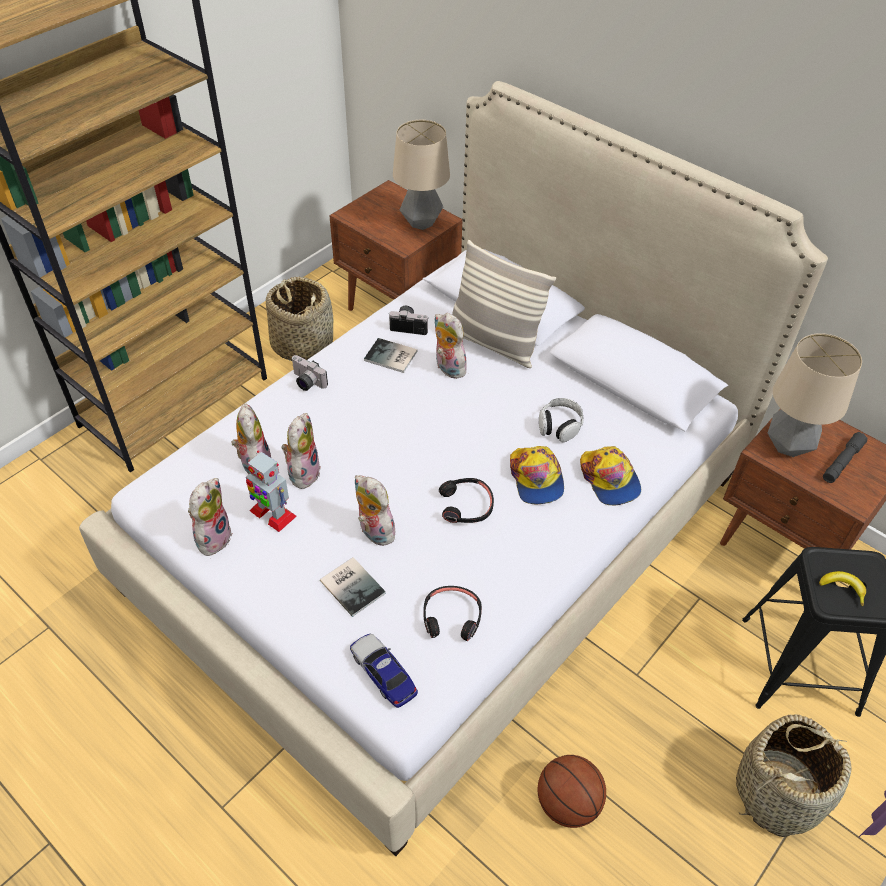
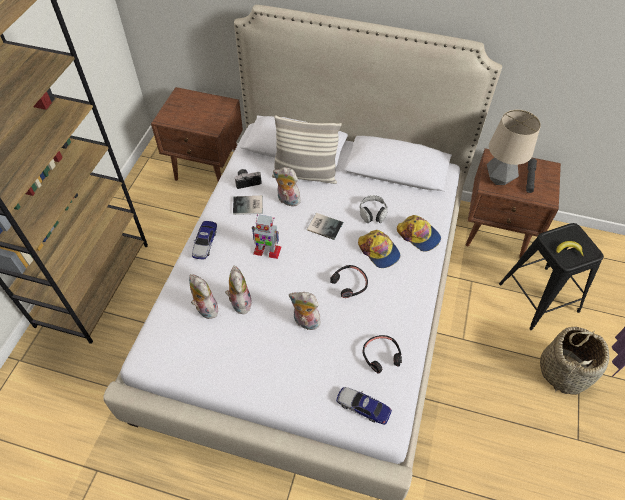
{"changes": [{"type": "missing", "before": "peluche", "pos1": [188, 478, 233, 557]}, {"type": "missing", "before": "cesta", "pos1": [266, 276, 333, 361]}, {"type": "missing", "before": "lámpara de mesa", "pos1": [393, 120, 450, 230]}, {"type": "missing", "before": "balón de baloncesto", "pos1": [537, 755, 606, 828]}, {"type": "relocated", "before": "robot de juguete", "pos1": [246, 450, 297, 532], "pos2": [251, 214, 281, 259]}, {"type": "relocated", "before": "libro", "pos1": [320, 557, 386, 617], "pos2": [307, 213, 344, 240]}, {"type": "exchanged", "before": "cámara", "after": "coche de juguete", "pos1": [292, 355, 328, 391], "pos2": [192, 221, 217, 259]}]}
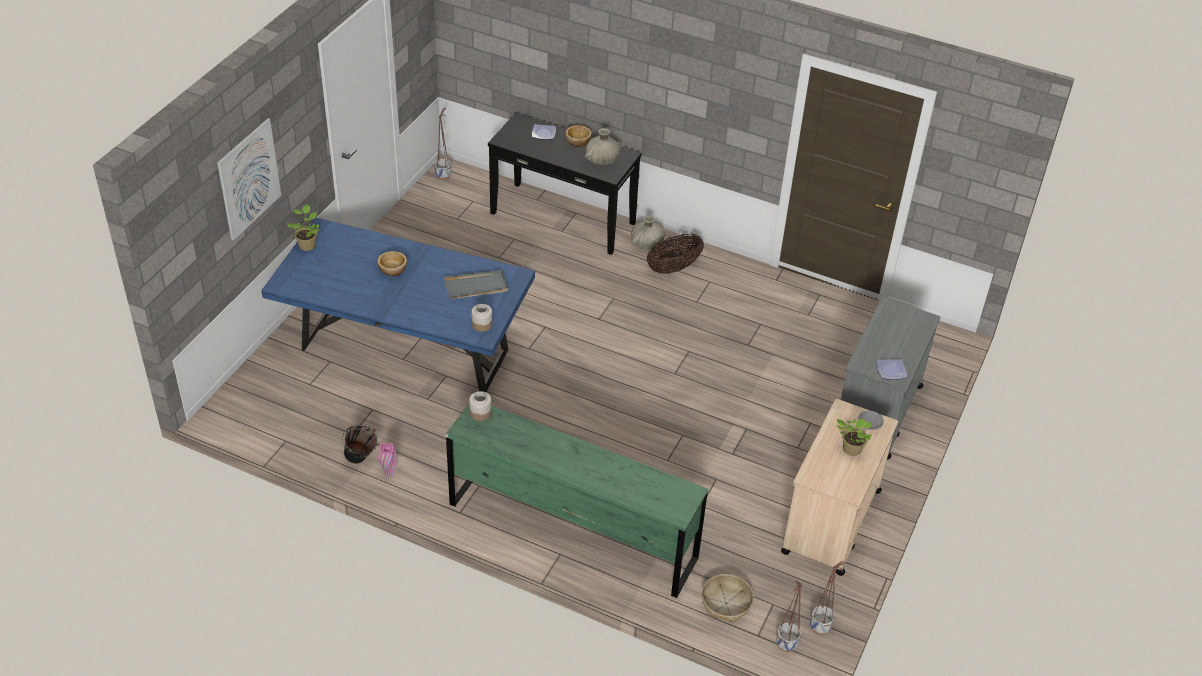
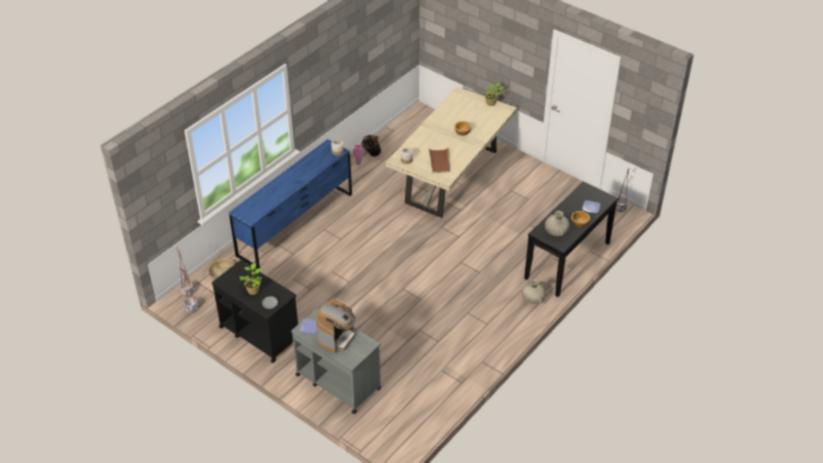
{"changes": [{"type": "missing", "before": "cuadro", "pos1": [217, 118, 281, 240]}, {"type": "missing", "before": "cesta", "pos1": [647, 234, 704, 274]}, {"type": "appeared", "after": "cafetera", "pos2": [316, 299, 356, 353]}, {"type": "colour", "before": "mesa de comedor/azul", "after": "mesa de comedor/beis", "pos1": [261, 217, 535, 392], "pos2": [386, 87, 517, 218]}, {"type": "colour", "before": "bandeja/gris", "after": "bandeja/marrón", "pos1": [444, 270, 508, 299], "pos2": [429, 148, 450, 173]}, {"type": "colour", "before": "cómoda/verde", "after": "cómoda/azul", "pos1": [446, 404, 708, 598], "pos2": [229, 139, 352, 269]}, {"type": "colour", "before": "carrito/beis", "after": "carrito/negro", "pos1": [781, 399, 898, 576], "pos2": [212, 260, 298, 363]}]}
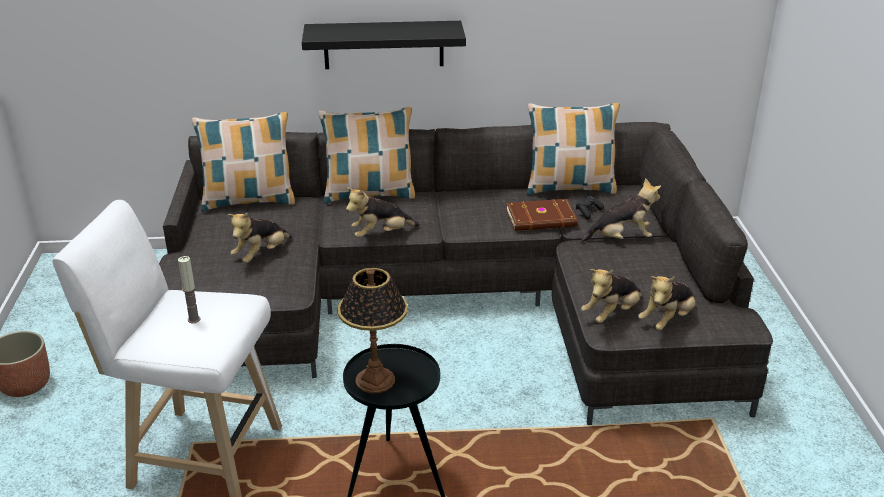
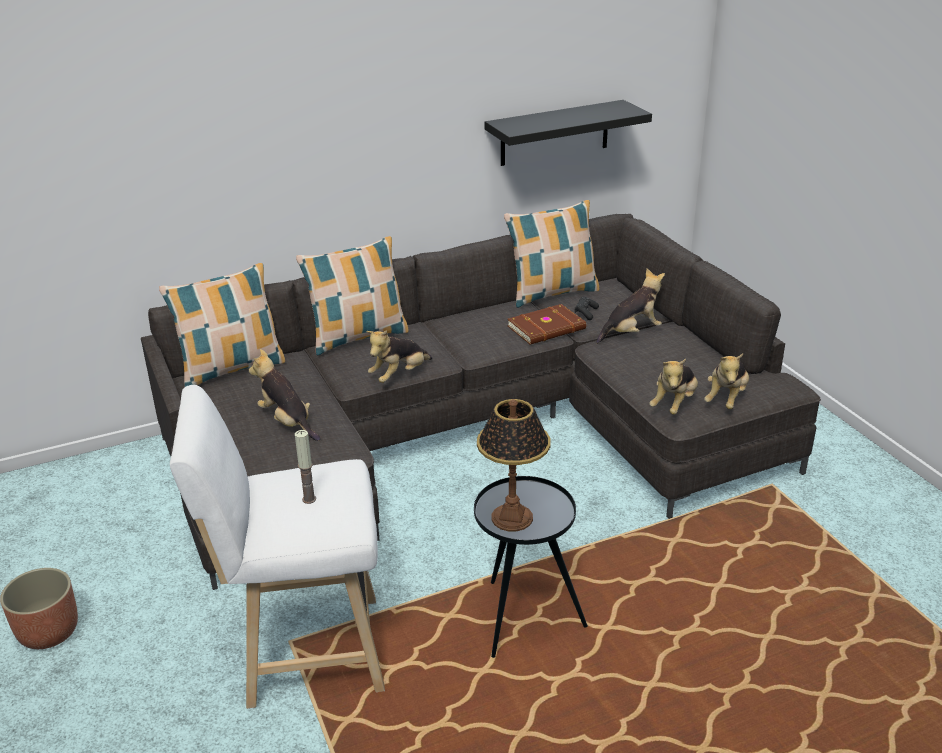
{"changes": [{"type": "relocated", "before": "estante/negro", "pos1": [302, 21, 466, 69], "pos2": [485, 100, 652, 166]}, {"type": "spun", "before": "peluche", "pos1": [227, 212, 291, 263], "pos2": [249, 349, 321, 441], "turn": 120}]}
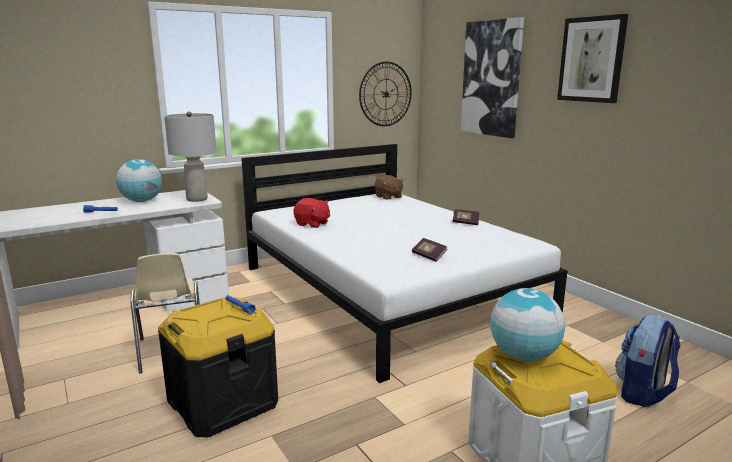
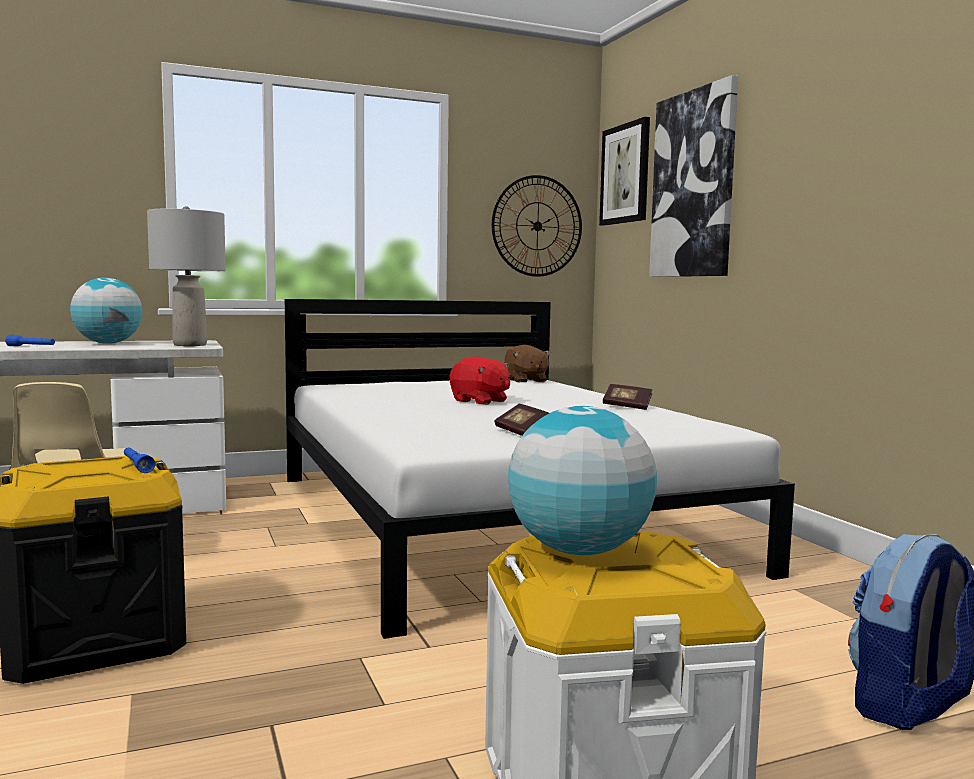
{"changes": [{"type": "relocated", "before": "peluche/rojo", "pos1": [293, 198, 330, 228], "pos2": [450, 357, 510, 405]}, {"type": "relocated", "before": "cuadro", "pos1": [557, 14, 628, 103], "pos2": [599, 117, 650, 226]}]}
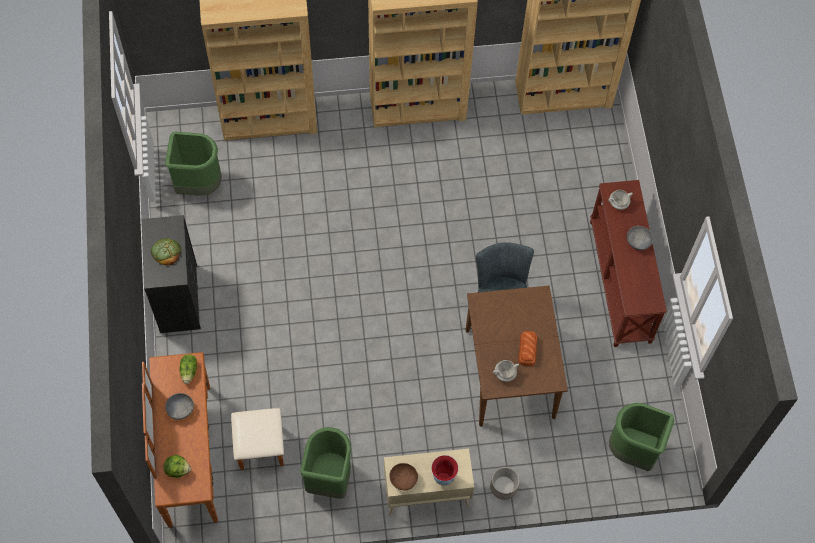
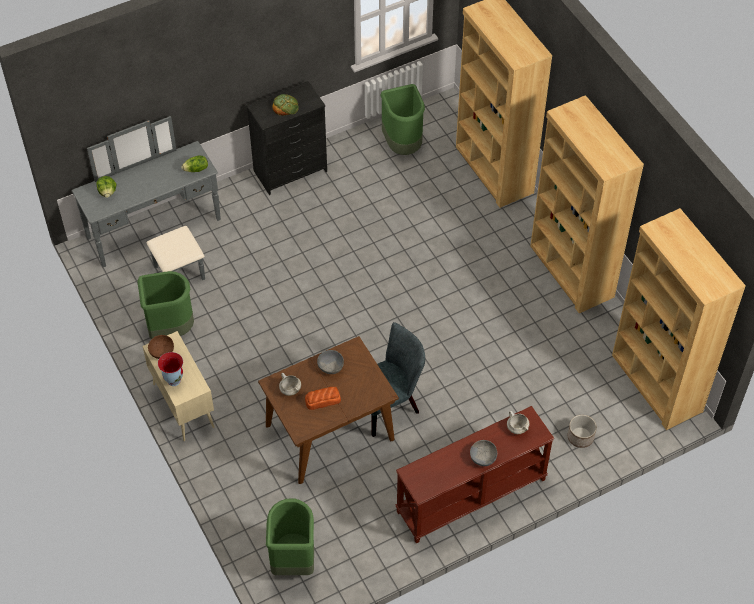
{"changes": [{"type": "relocated", "before": "cuenco/gris", "pos1": [165, 393, 194, 420], "pos2": [317, 350, 344, 374]}, {"type": "relocated", "before": "maceta", "pos1": [490, 467, 520, 500], "pos2": [568, 415, 597, 448]}, {"type": "colour", "before": "cómoda/marrón", "after": "cómoda/gris", "pos1": [142, 352, 284, 528], "pos2": [72, 116, 221, 280]}]}
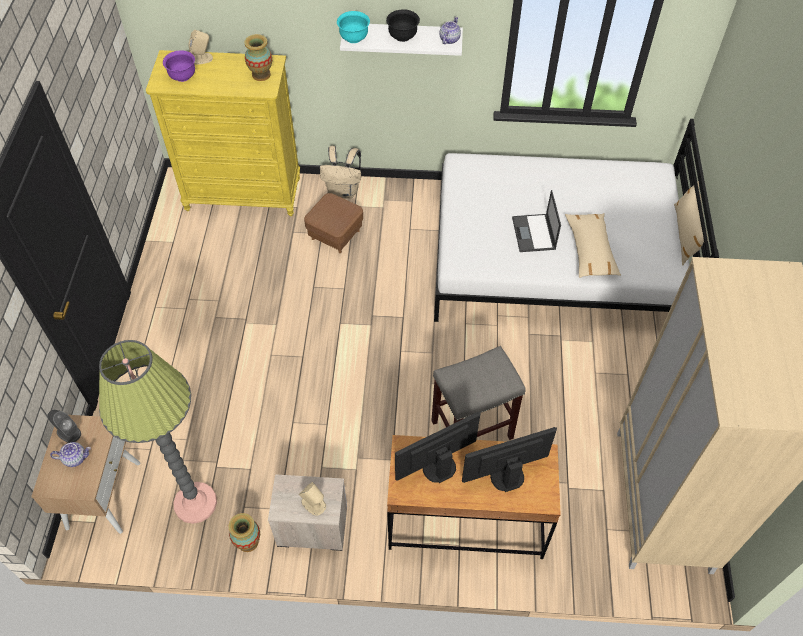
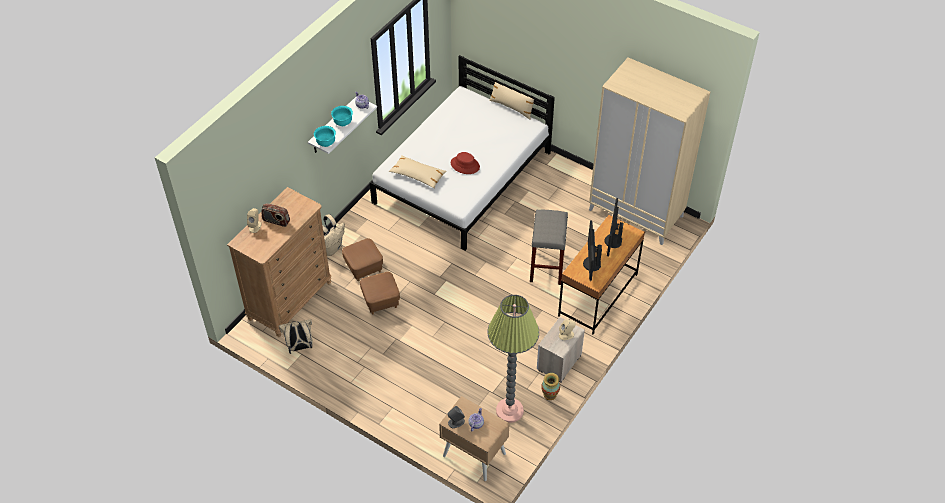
{"changes": [{"type": "missing", "before": "cuenco/morado", "pos1": [163, 50, 195, 82]}, {"type": "missing", "before": "florero", "pos1": [244, 34, 272, 81]}, {"type": "appeared", "after": "radio", "pos2": [262, 203, 290, 227]}, {"type": "appeared", "after": "mochila/beis", "pos2": [279, 319, 313, 354]}, {"type": "appeared", "after": "puf/marrón", "pos2": [360, 272, 400, 314]}, {"type": "relocated", "before": "cojín/beis", "pos1": [565, 213, 621, 278], "pos2": [389, 155, 447, 188]}, {"type": "exchanged", "before": "portátil", "after": "sombrero/rojo", "pos1": [512, 190, 561, 252], "pos2": [451, 152, 480, 174]}, {"type": "colour", "before": "cómoda/amarillo", "after": "cómoda/marrón", "pos1": [146, 50, 300, 216], "pos2": [227, 187, 331, 337]}, {"type": "colour", "before": "cuenco/negro", "after": "cuenco/turquesa", "pos1": [386, 9, 420, 42], "pos2": [331, 106, 353, 126]}]}
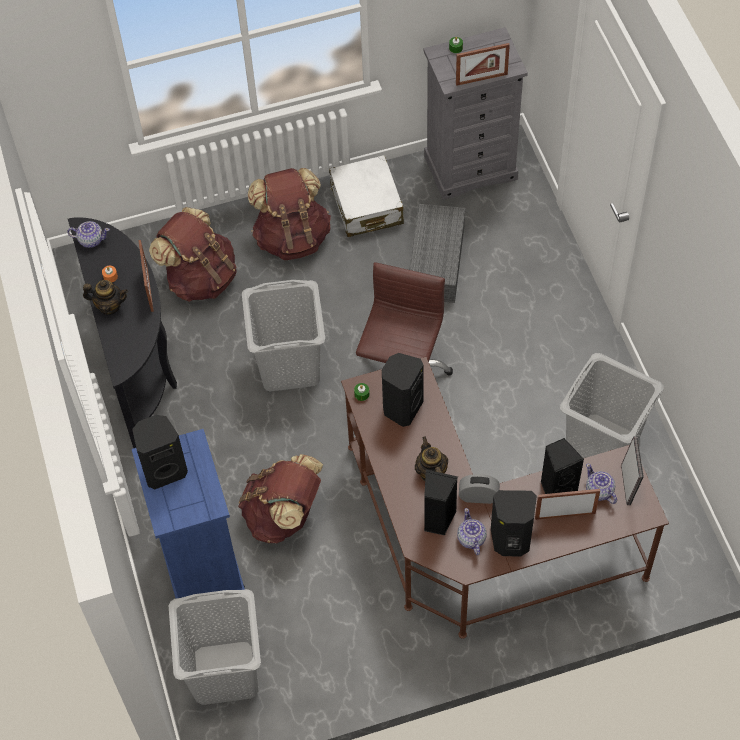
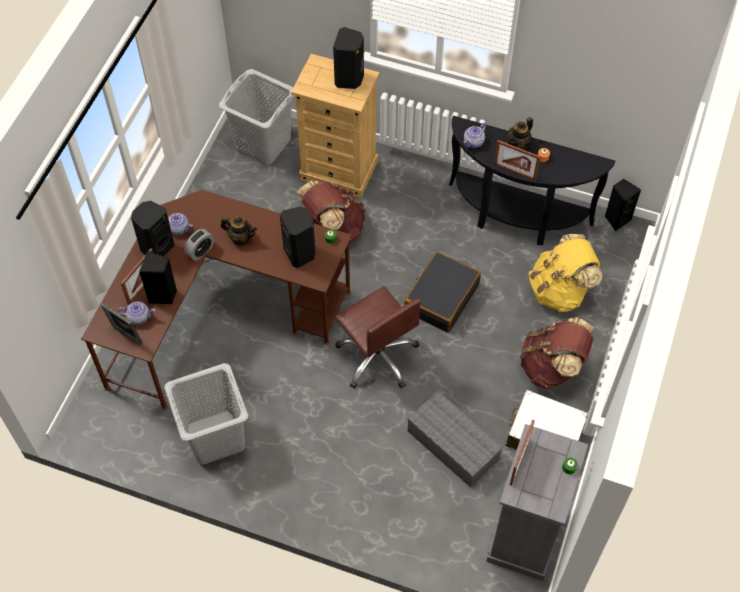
{"changes": [{"type": "relocated", "before": "tetera", "pos1": [67, 221, 110, 248], "pos2": [464, 123, 486, 148]}, {"type": "relocated", "before": "altavoz/negro", "pos1": [424, 470, 458, 535], "pos2": [605, 179, 641, 231]}, {"type": "exchanged", "before": "cesto de la ropa/gris", "after": "maleta/negro", "pos1": [242, 280, 325, 391], "pos2": [404, 252, 481, 333]}, {"type": "colour", "before": "cómoda/azul", "after": "cómoda/beis", "pos1": [132, 429, 245, 598], "pos2": [291, 54, 379, 198]}, {"type": "colour", "before": "mochila/marrón", "after": "mochila/amarillo", "pos1": [149, 207, 236, 302], "pos2": [528, 234, 602, 312]}]}
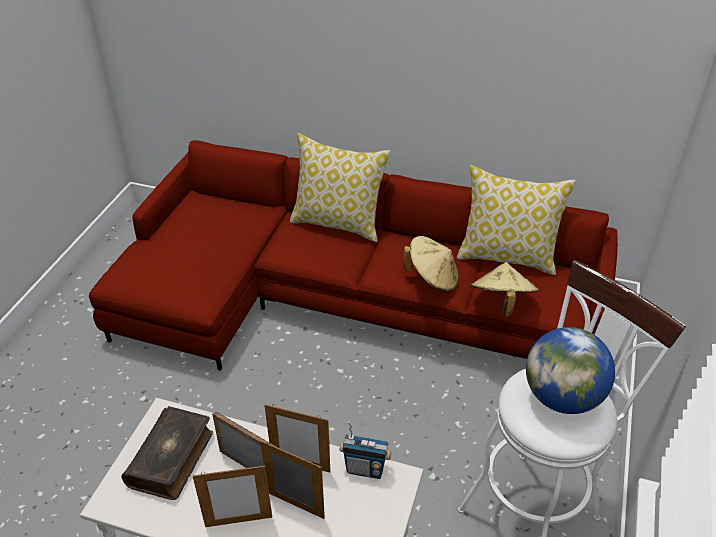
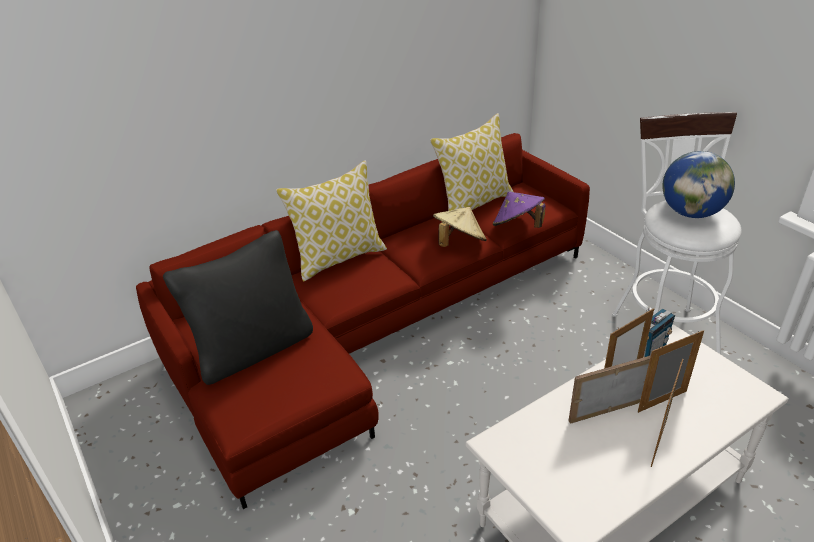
{"changes": [{"type": "missing", "before": "libro", "pos1": [121, 406, 213, 500]}, {"type": "appeared", "after": "cojín/negro", "pos2": [163, 230, 313, 385]}, {"type": "colour", "before": "sombrero/beis", "after": "sombrero/morado", "pos1": [471, 262, 539, 317], "pos2": [493, 192, 546, 228]}]}
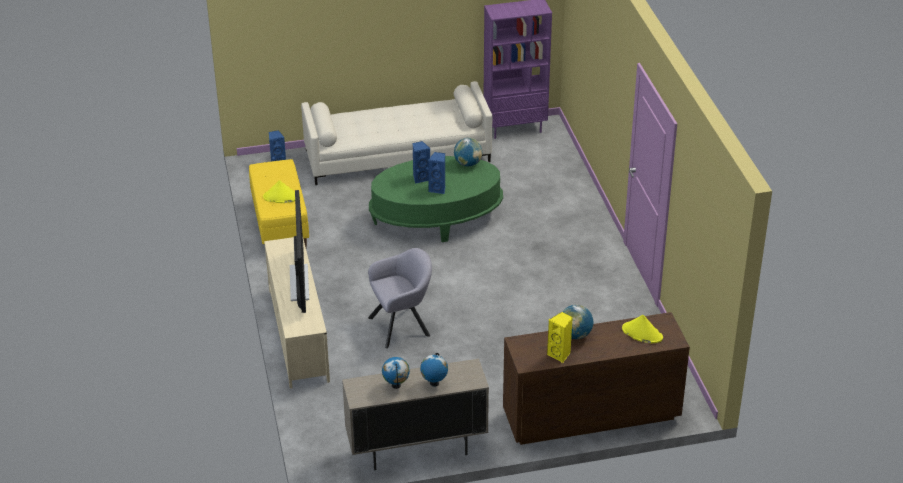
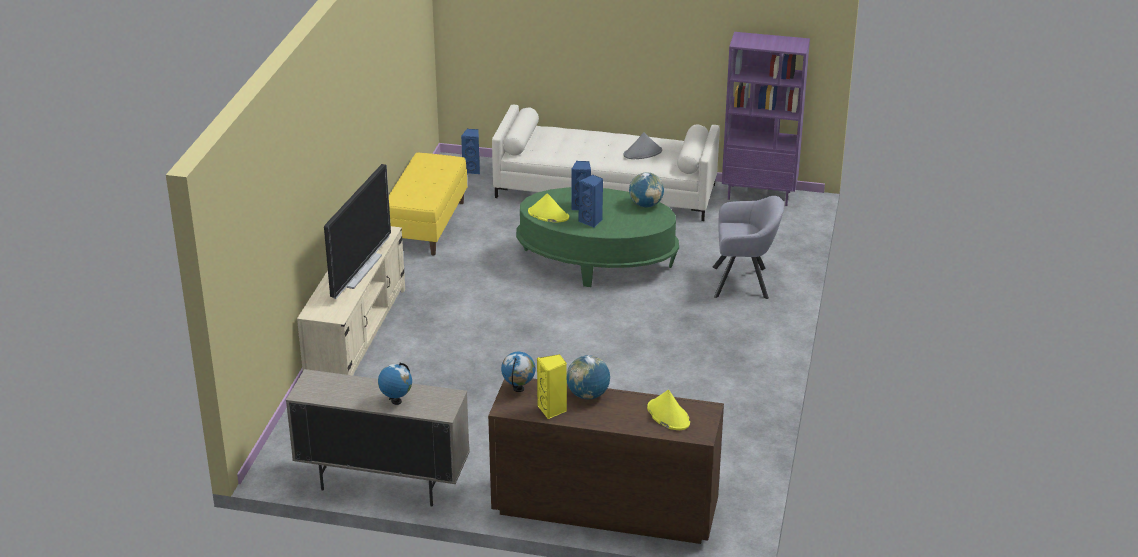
{"changes": [{"type": "appeared", "after": "sombrero/gris", "pos2": [623, 132, 662, 159]}, {"type": "relocated", "before": "sombrero/amarillo", "pos1": [263, 180, 300, 203], "pos2": [528, 193, 569, 223]}, {"type": "relocated", "before": "sillón/gris", "pos1": [368, 248, 432, 348], "pos2": [713, 196, 784, 299]}, {"type": "relocated", "before": "globo terráqueo", "pos1": [382, 357, 410, 389], "pos2": [501, 352, 535, 392]}]}
